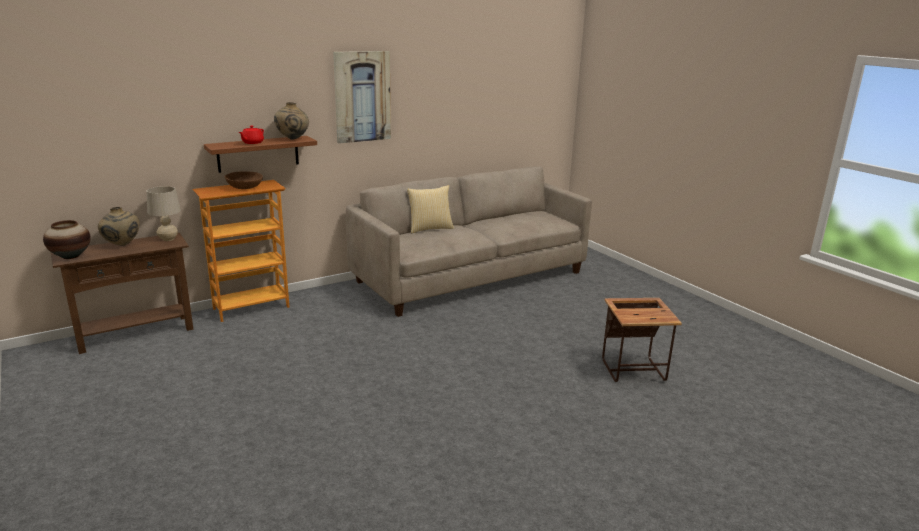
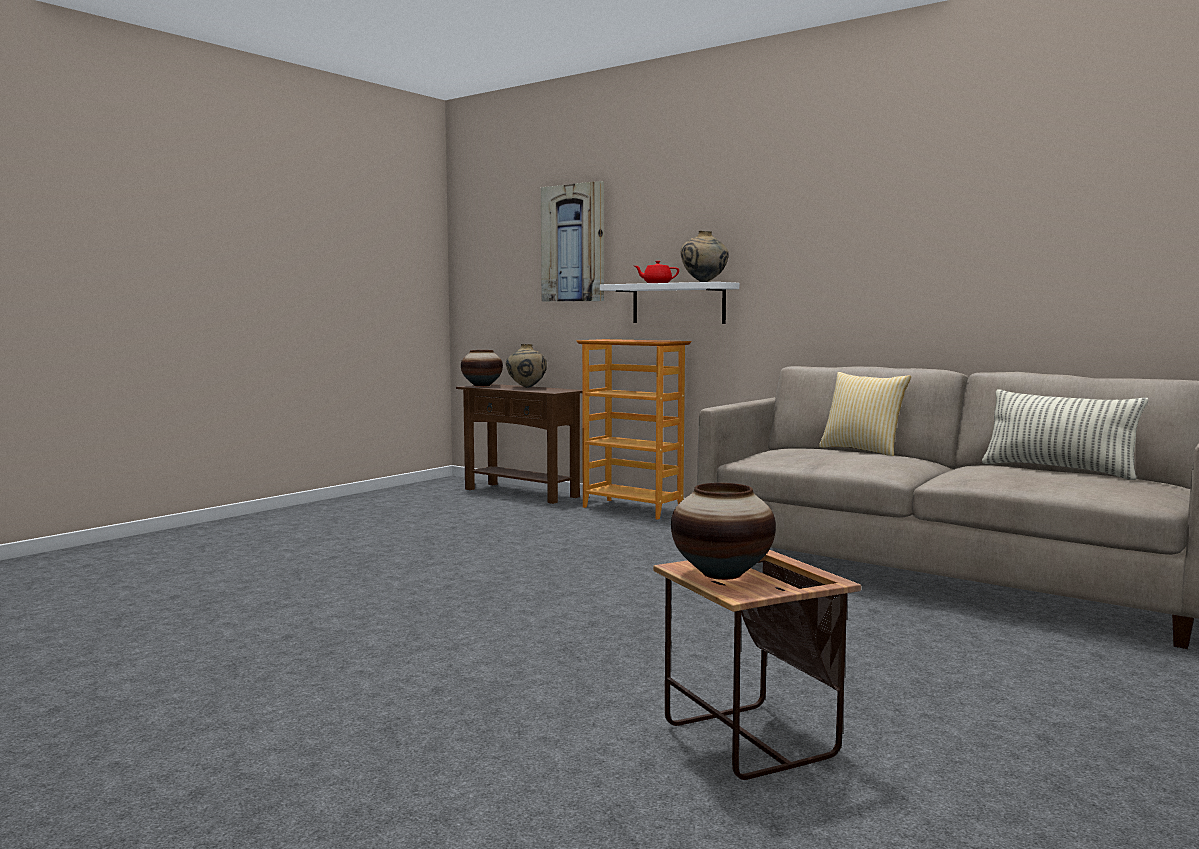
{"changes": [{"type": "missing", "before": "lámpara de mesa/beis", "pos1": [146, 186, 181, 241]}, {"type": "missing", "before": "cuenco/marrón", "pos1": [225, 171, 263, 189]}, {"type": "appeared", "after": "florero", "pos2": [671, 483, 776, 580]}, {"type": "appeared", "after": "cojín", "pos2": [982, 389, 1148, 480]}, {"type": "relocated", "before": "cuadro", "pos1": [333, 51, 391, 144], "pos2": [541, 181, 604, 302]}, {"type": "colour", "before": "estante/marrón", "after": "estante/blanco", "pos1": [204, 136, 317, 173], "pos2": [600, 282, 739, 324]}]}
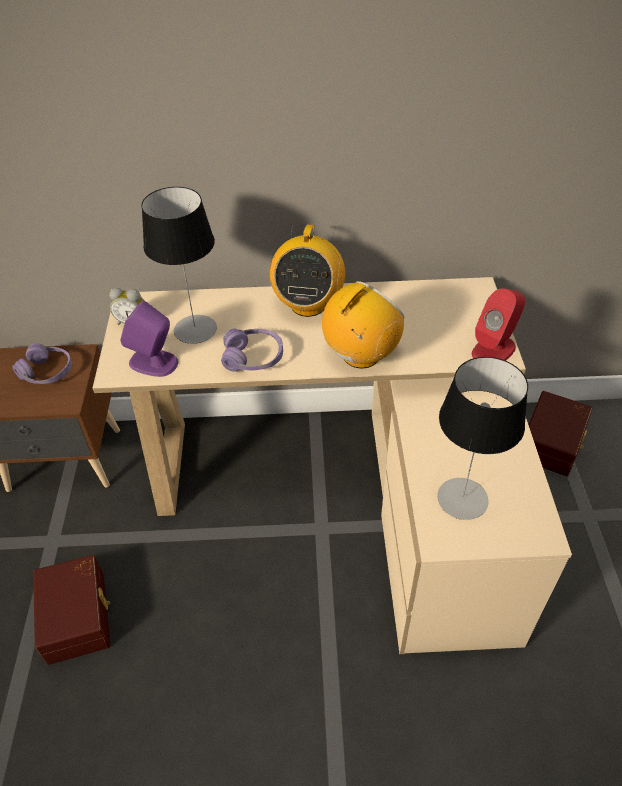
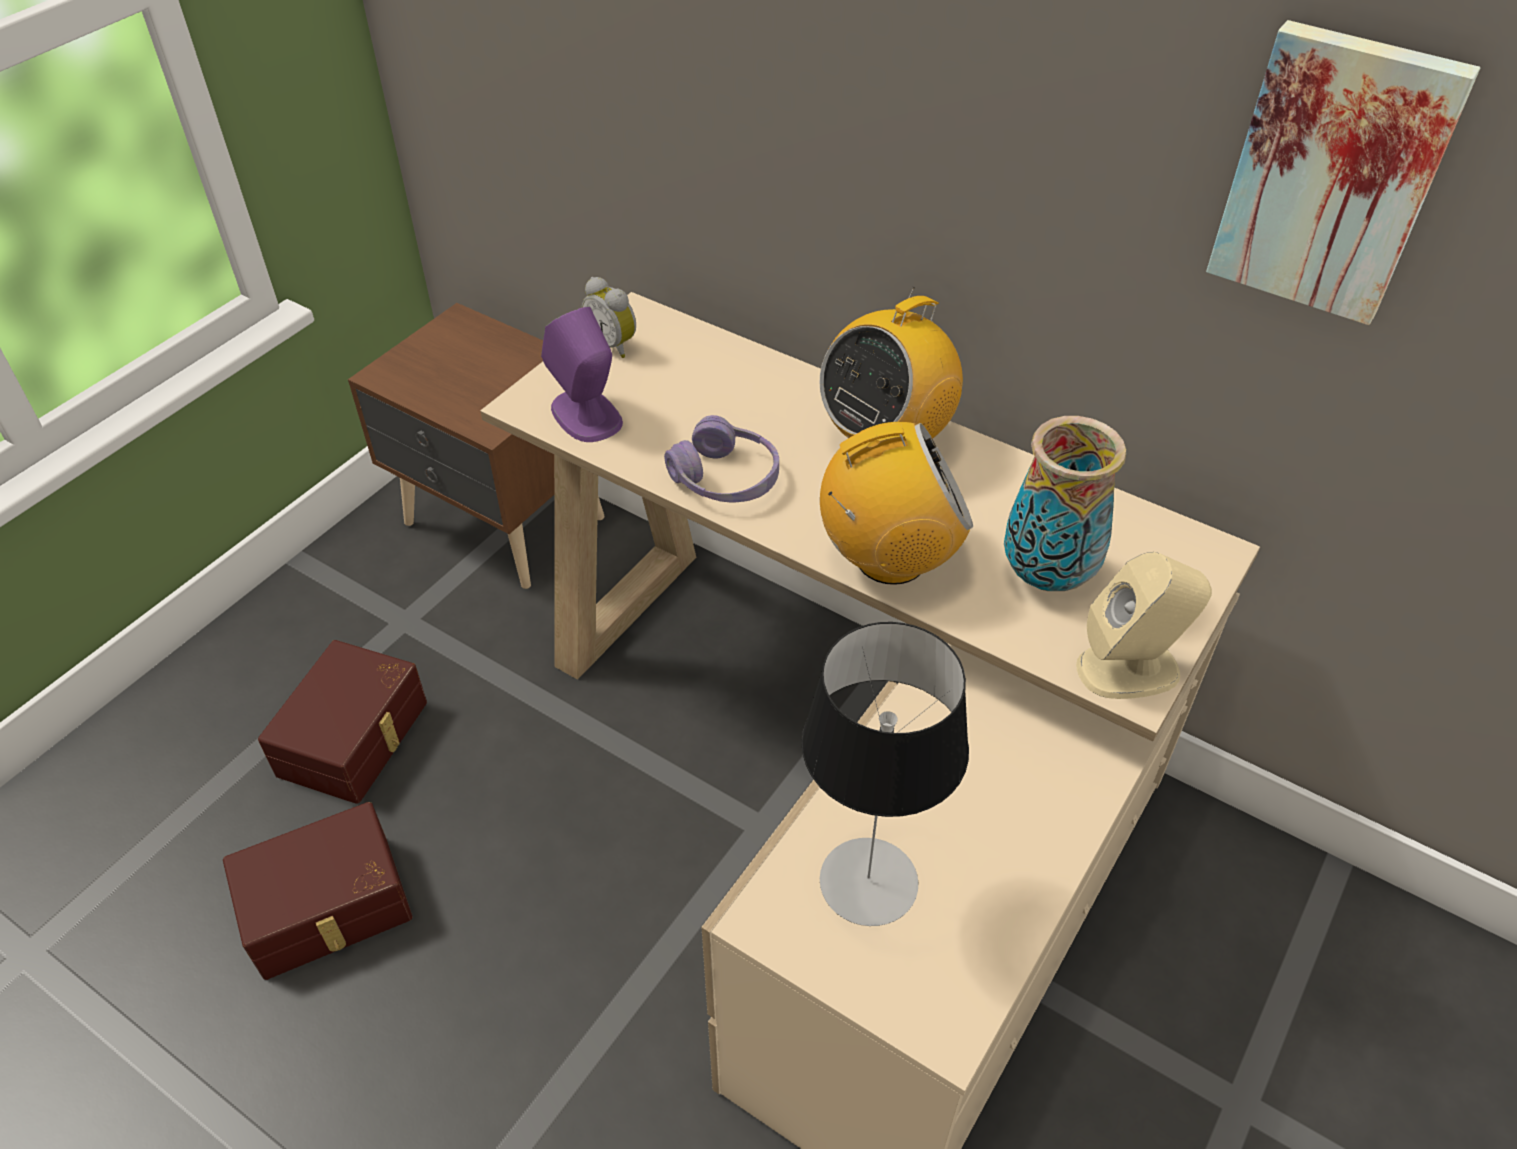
{"changes": [{"type": "missing", "before": "auriculares/morado", "pos1": [12, 343, 72, 384]}, {"type": "missing", "before": "lámpara de mesa", "pos1": [141, 187, 217, 344]}, {"type": "appeared", "after": "florero", "pos2": [1004, 416, 1126, 591]}, {"type": "appeared", "after": "cuadro", "pos2": [1206, 20, 1480, 325]}, {"type": "relocated", "before": "caja de almacenaje/marrón", "pos1": [529, 391, 592, 476], "pos2": [223, 802, 413, 980]}, {"type": "colour", "before": "altavoz/rojo", "after": "altavoz/beis", "pos1": [472, 288, 525, 361], "pos2": [1076, 552, 1212, 699]}]}
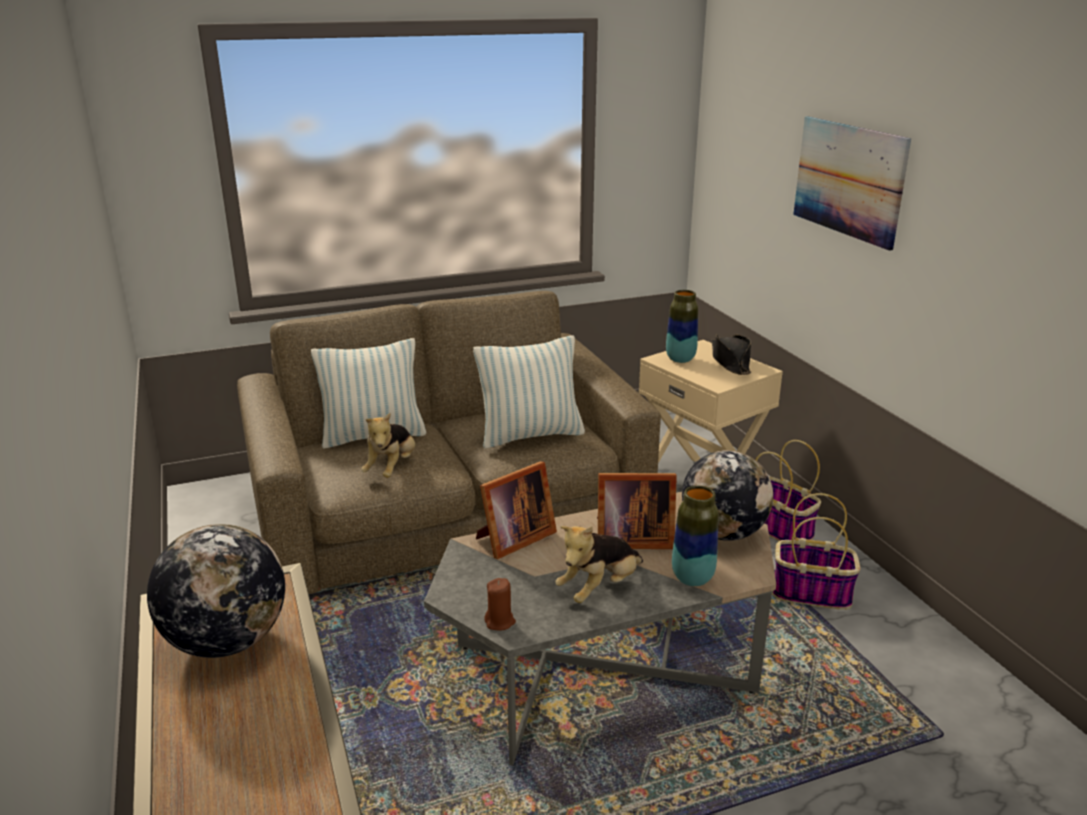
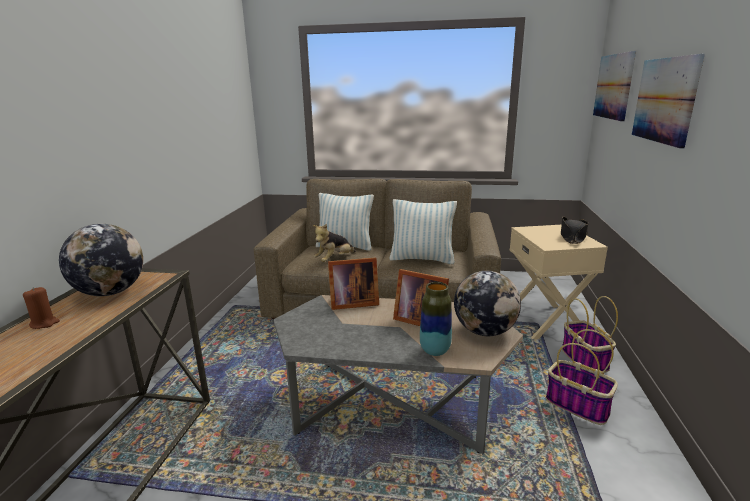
{"changes": [{"type": "missing", "before": "peluche", "pos1": [555, 526, 643, 603]}, {"type": "missing", "before": "florero", "pos1": [666, 290, 698, 363]}, {"type": "appeared", "after": "cuadro", "pos2": [593, 51, 636, 122]}, {"type": "relocated", "before": "vela/marrón", "pos1": [484, 578, 516, 631], "pos2": [23, 287, 60, 329]}]}
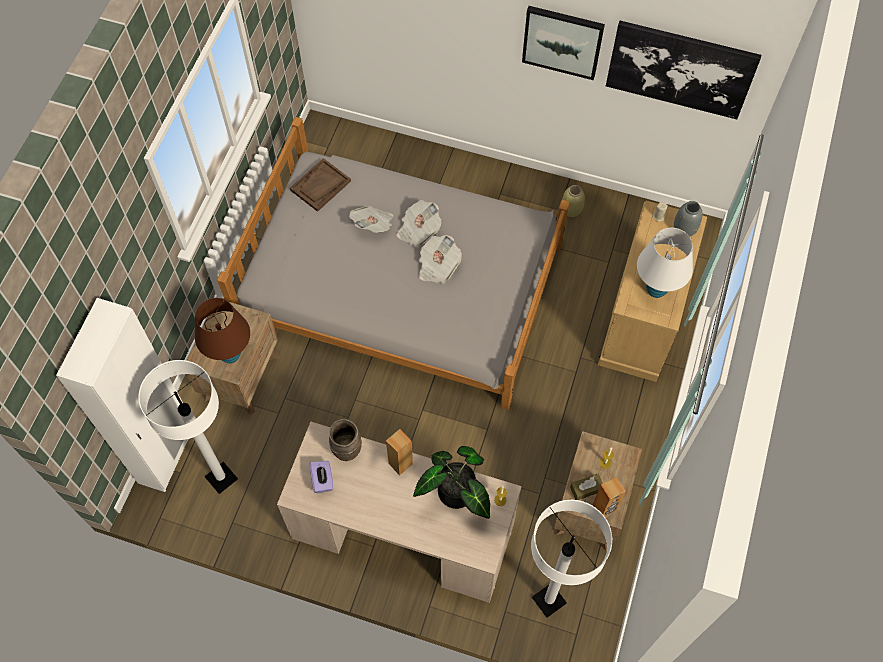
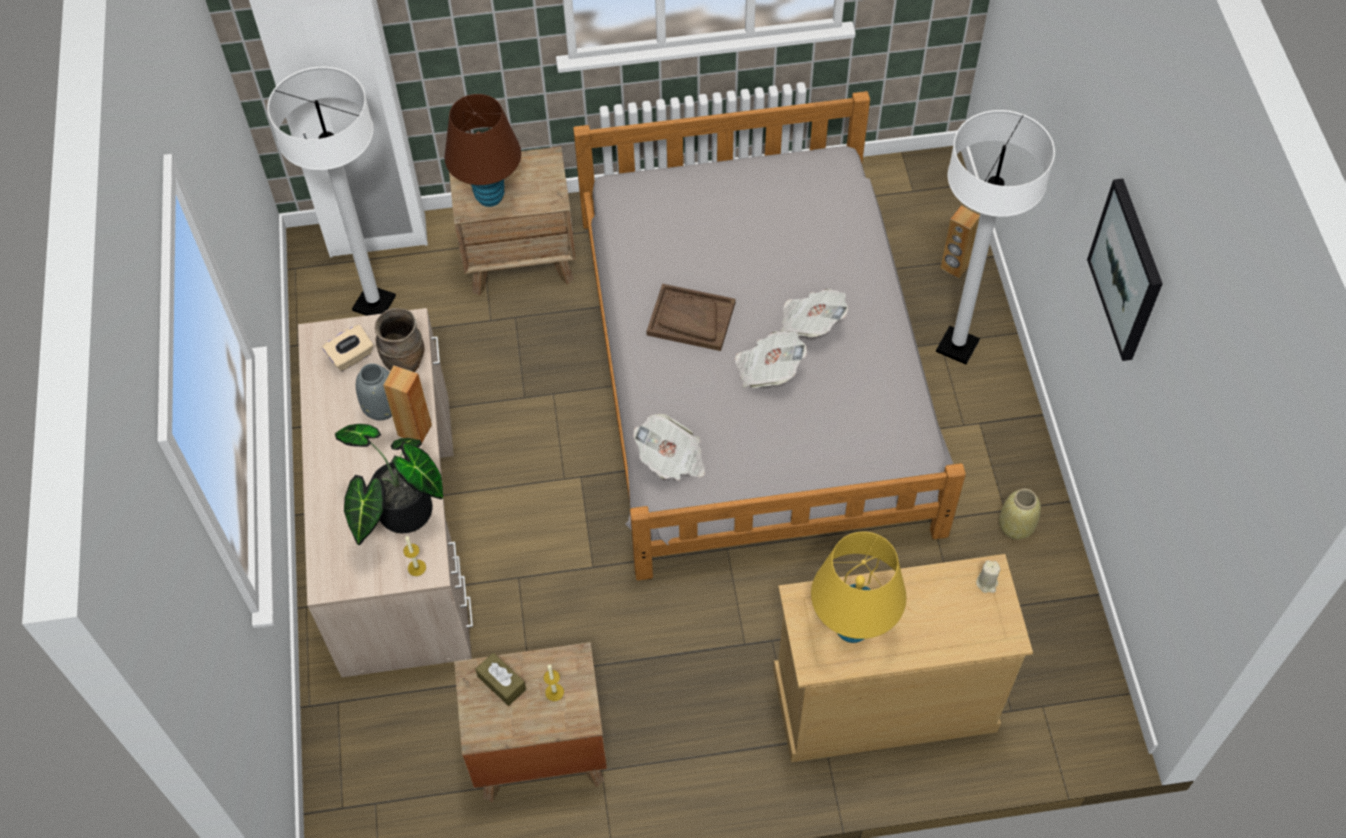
{"changes": [{"type": "missing", "before": "cuadro", "pos1": [606, 21, 761, 119]}, {"type": "relocated", "before": "bandeja/marrón", "pos1": [290, 158, 351, 212], "pos2": [647, 284, 736, 351]}, {"type": "relocated", "before": "periódico", "pos1": [349, 206, 394, 233], "pos2": [634, 414, 705, 481]}, {"type": "relocated", "before": "lámpara de pie/blanco", "pos1": [531, 500, 612, 618], "pos2": [936, 110, 1055, 364]}, {"type": "relocated", "before": "altavoz/marrón", "pos1": [592, 477, 626, 517], "pos2": [940, 206, 980, 279]}, {"type": "relocated", "before": "florero/gris", "pos1": [674, 201, 703, 237], "pos2": [356, 363, 392, 421]}, {"type": "colour", "before": "caja de pañuelos/morado", "after": "caja de pañuelos/beis", "pos1": [310, 461, 333, 493], "pos2": [322, 325, 373, 371]}, {"type": "colour", "before": "lámpara de mesa/blanco", "after": "lámpara de mesa/amarillo", "pos1": [637, 228, 693, 298], "pos2": [811, 532, 906, 643]}]}
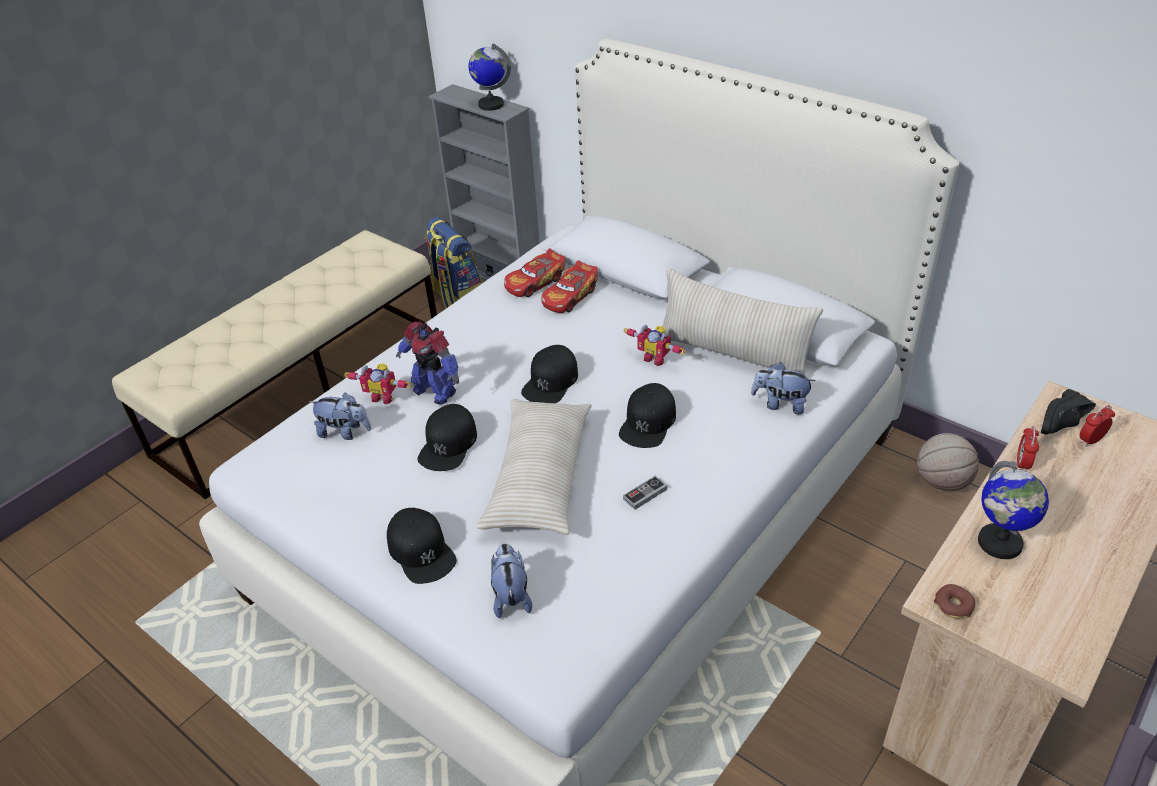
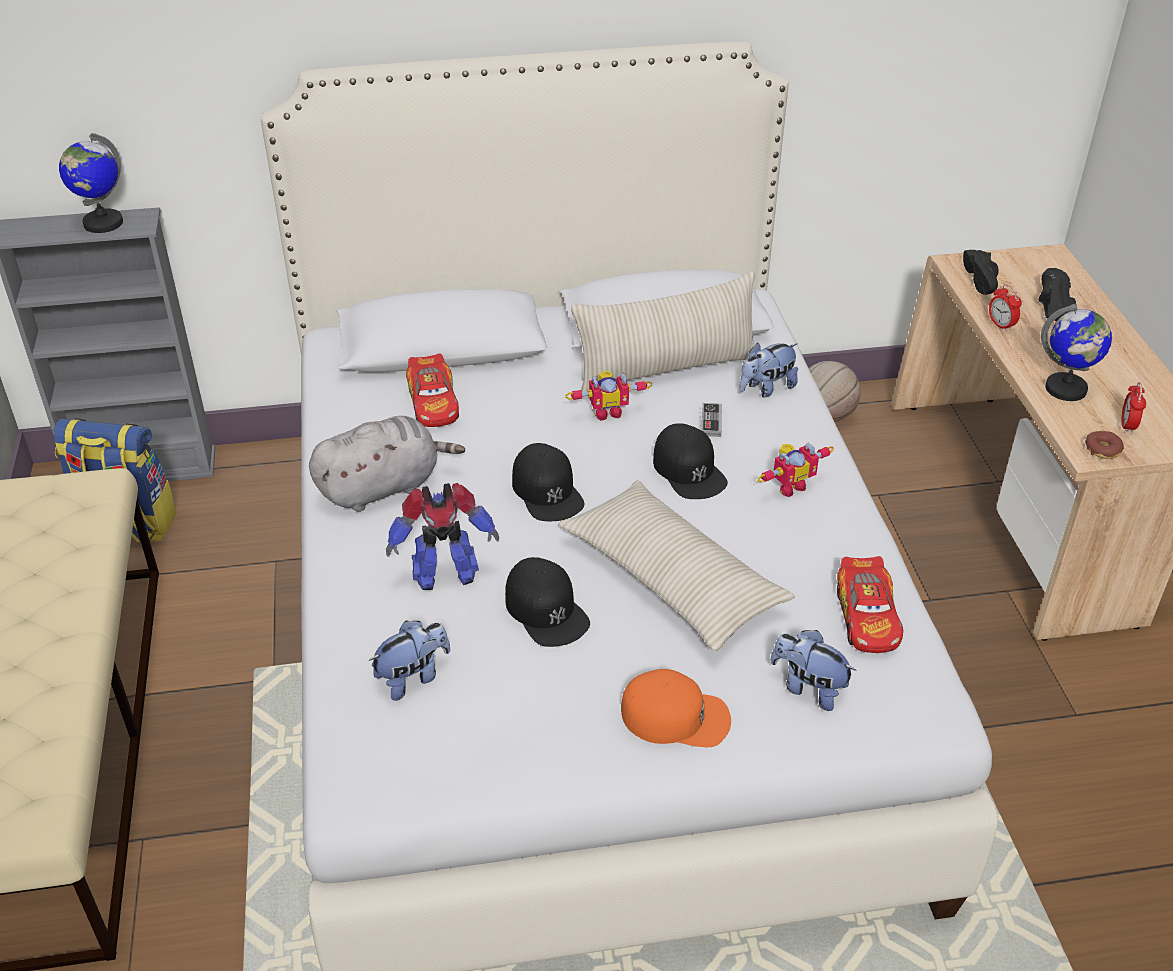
{"changes": [{"type": "appeared", "after": "peluche/gris", "pos2": [309, 416, 465, 512]}, {"type": "appeared", "after": "zapato/negro", "pos2": [1039, 268, 1078, 321]}, {"type": "relocated", "before": "robot de juguete", "pos1": [344, 363, 412, 405], "pos2": [757, 442, 834, 497]}, {"type": "relocated", "before": "coche de juguete", "pos1": [504, 248, 565, 297], "pos2": [837, 556, 903, 653]}, {"type": "relocated", "before": "mando de consola", "pos1": [623, 476, 667, 510], "pos2": [702, 403, 722, 437]}, {"type": "relocated", "before": "despertador", "pos1": [1080, 405, 1115, 447], "pos2": [1122, 382, 1146, 434]}, {"type": "colour", "before": "gorra/negro", "after": "gorra/naranja", "pos1": [387, 508, 457, 584], "pos2": [621, 669, 731, 747]}]}
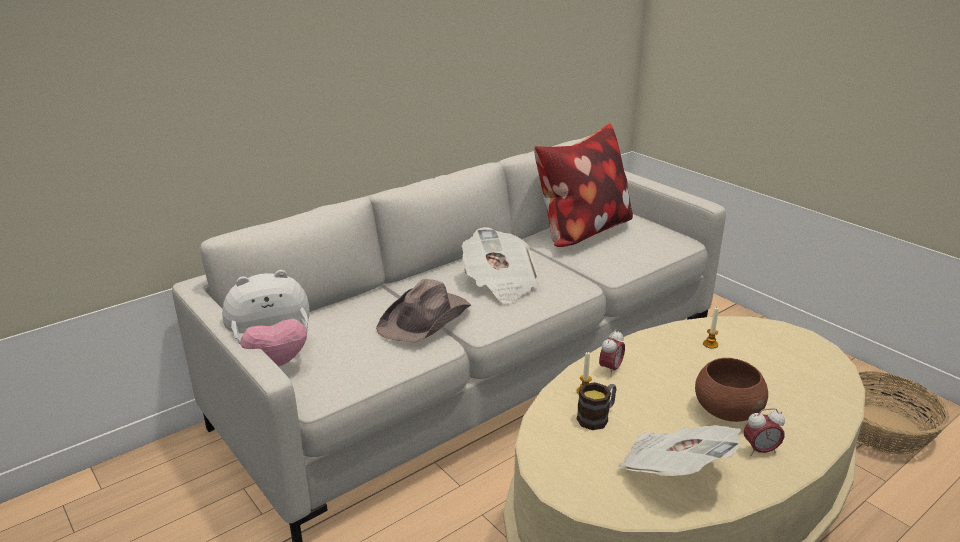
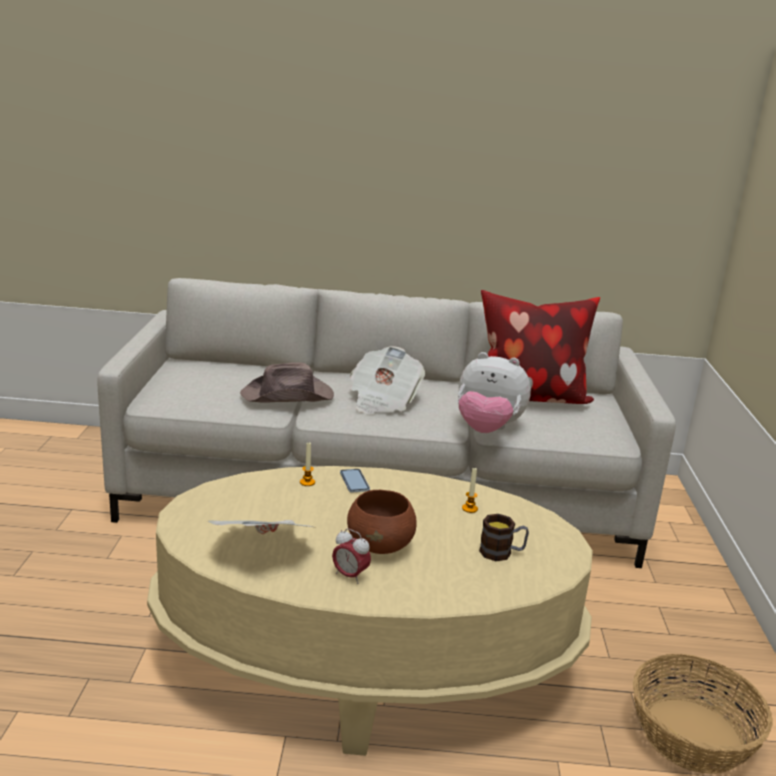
{"changes": [{"type": "relocated", "before": "peluche", "pos1": [222, 270, 310, 367], "pos2": [457, 352, 531, 433]}, {"type": "relocated", "before": "taza grande", "pos1": [577, 382, 616, 430], "pos2": [479, 514, 529, 561]}, {"type": "exchanged", "before": "despertador", "after": "móvil", "pos1": [599, 329, 625, 376], "pos2": [340, 469, 370, 493]}]}
